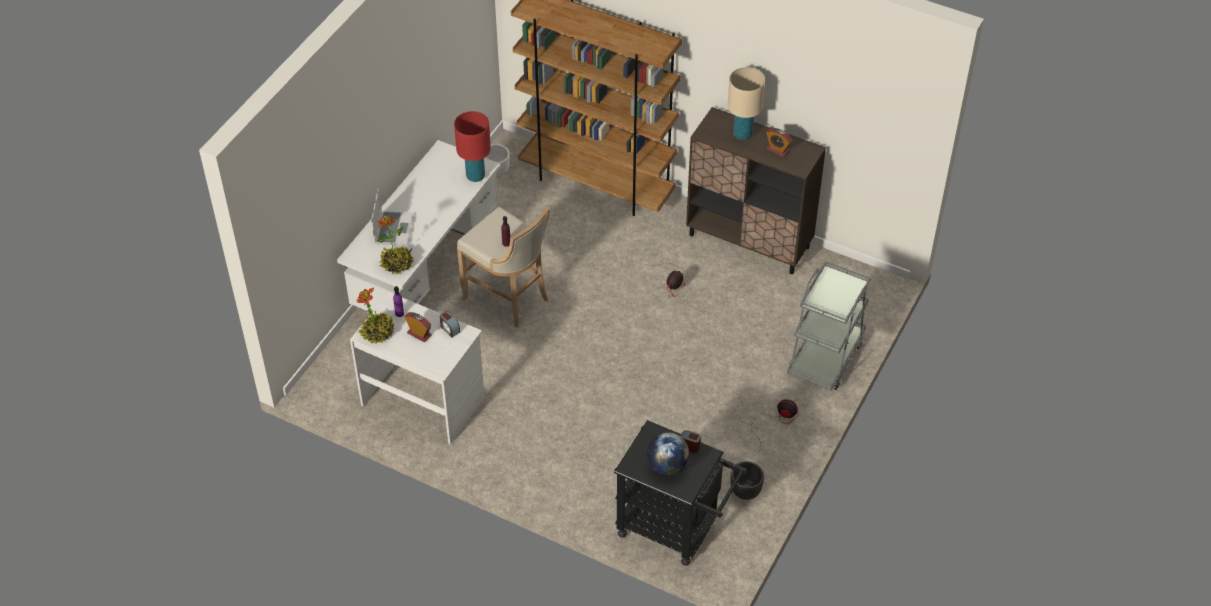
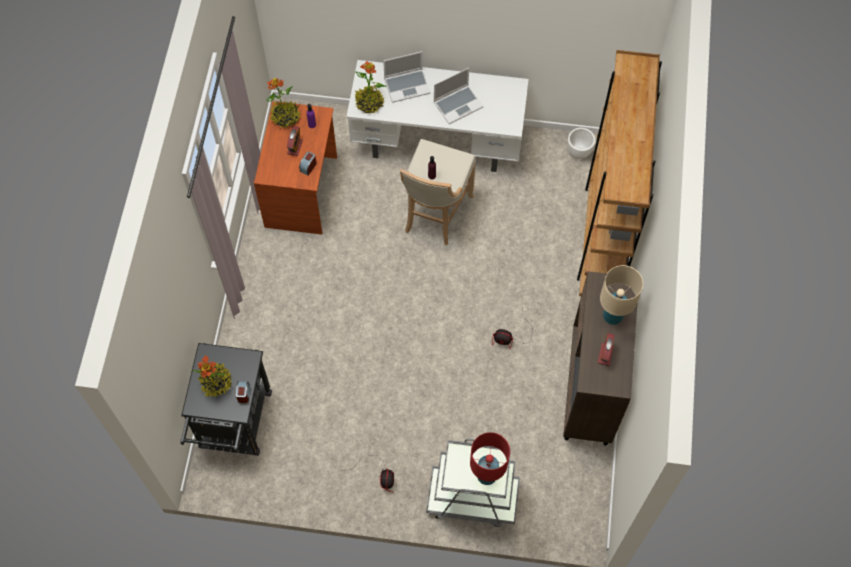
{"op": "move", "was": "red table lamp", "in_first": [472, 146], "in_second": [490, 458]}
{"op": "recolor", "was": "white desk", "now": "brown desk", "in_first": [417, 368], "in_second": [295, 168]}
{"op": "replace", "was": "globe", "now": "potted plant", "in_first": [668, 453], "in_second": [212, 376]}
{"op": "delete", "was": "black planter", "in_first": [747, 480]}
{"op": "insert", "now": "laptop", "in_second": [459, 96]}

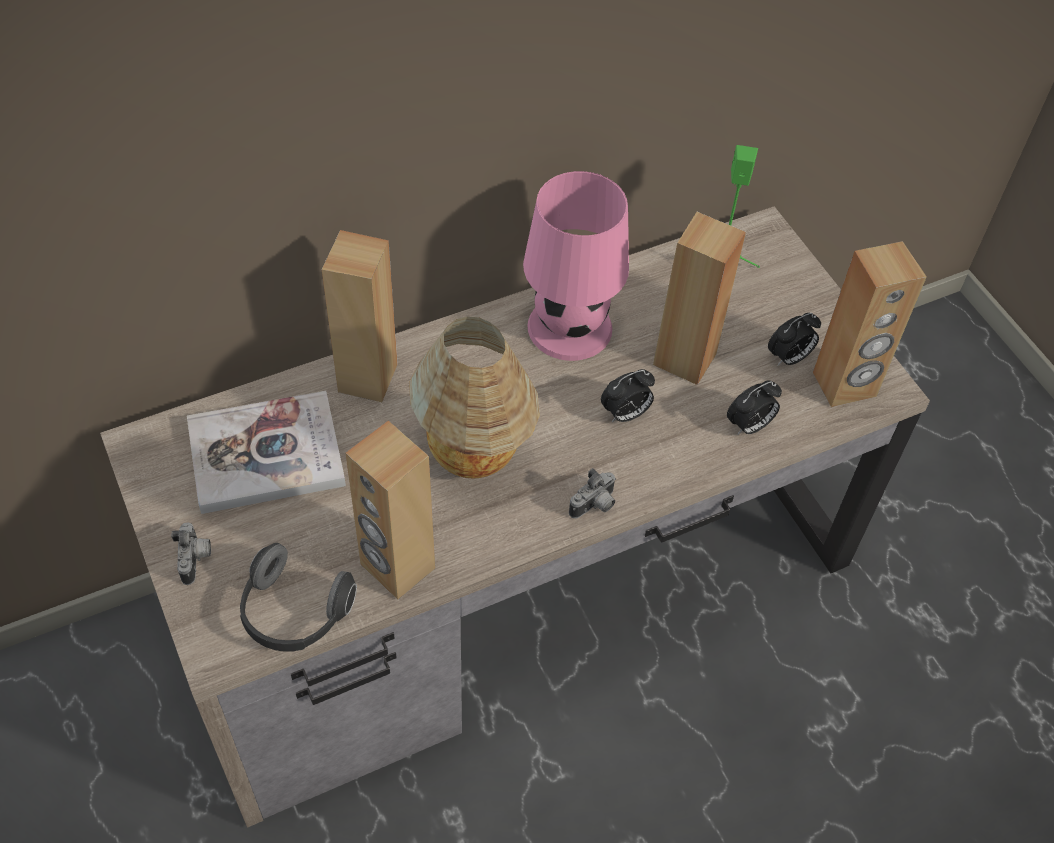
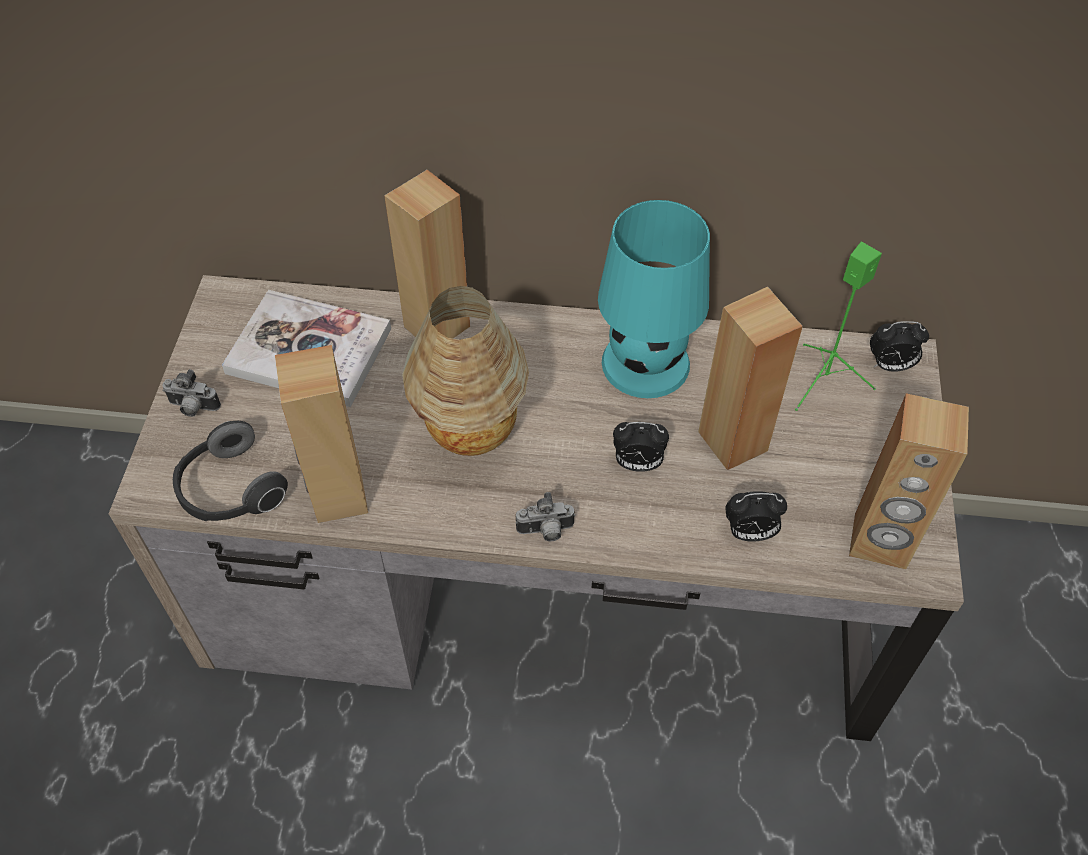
{"op": "recolor", "was": "pink table lamp", "now": "turquoise table lamp", "in_first": [576, 266], "in_second": [654, 299]}
{"op": "move", "was": "alarm clock", "in_first": [794, 339], "in_second": [899, 346]}
{"op": "rotate", "was": "photo camera", "in_first": [191, 554], "in_second": [192, 393], "clockwise": 75}

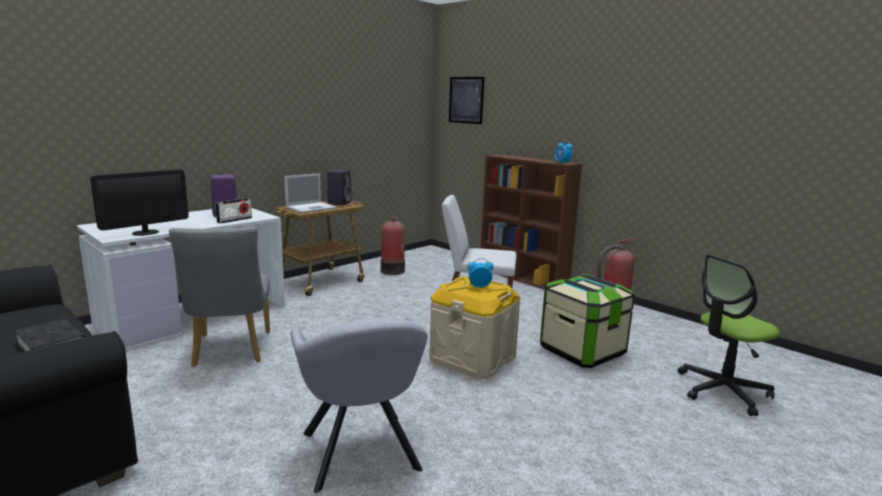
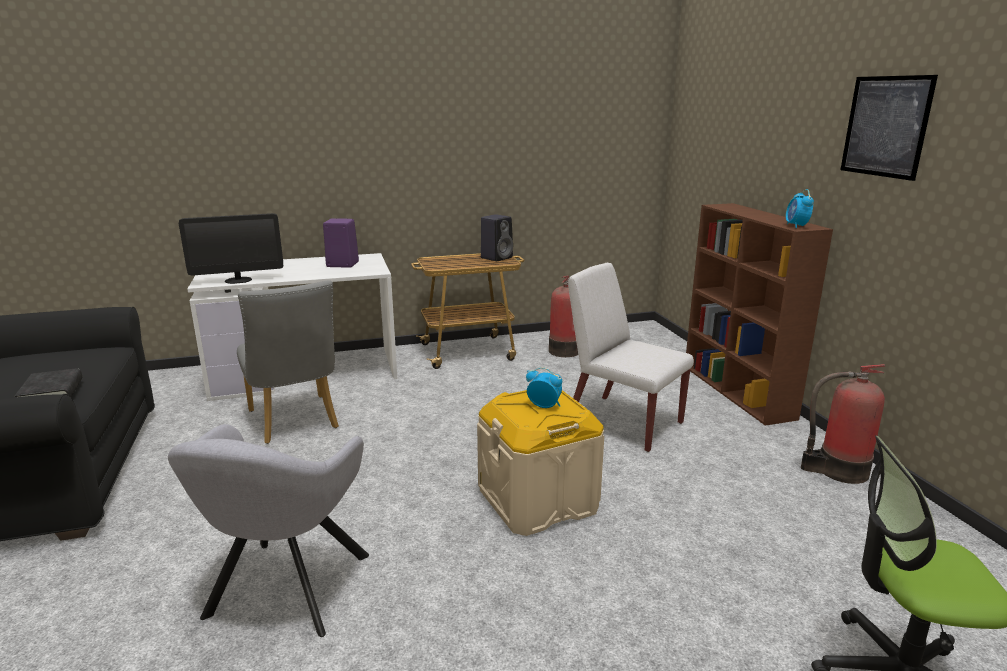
{"op": "move", "was": "picture", "in_first": [466, 100], "in_second": [889, 128]}
{"op": "delete", "was": "laptop", "in_first": [310, 193]}
{"op": "delete", "was": "radio", "in_first": [233, 211]}
{"op": "rotate", "was": "grey chair", "in_first": [219, 297], "in_second": [288, 362], "clockwise": -45}
{"op": "delete", "was": "storage box", "in_first": [587, 321]}

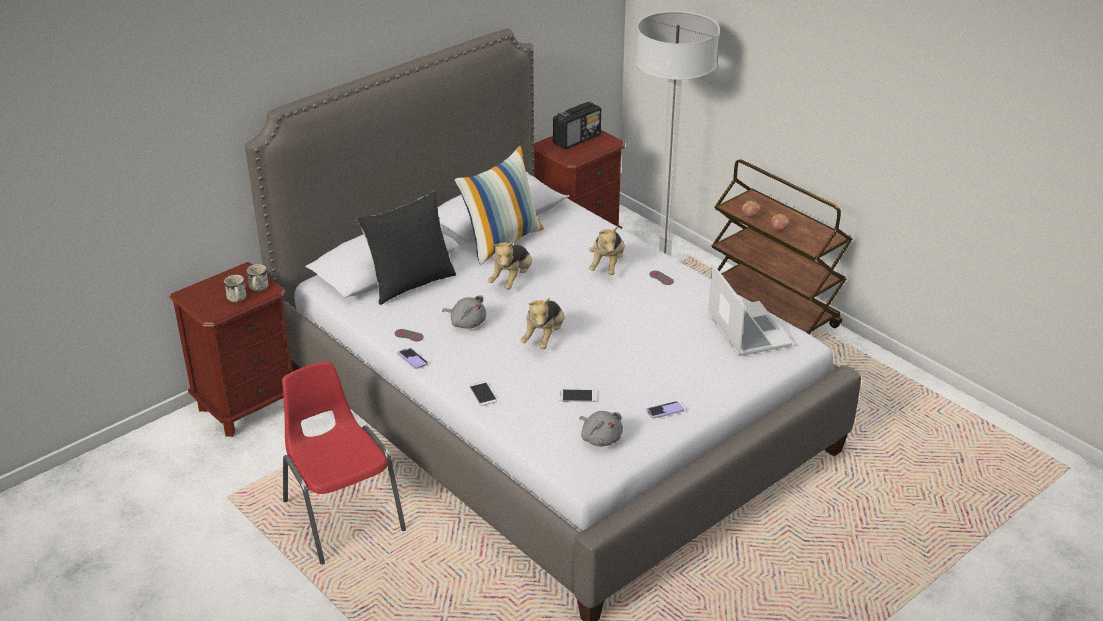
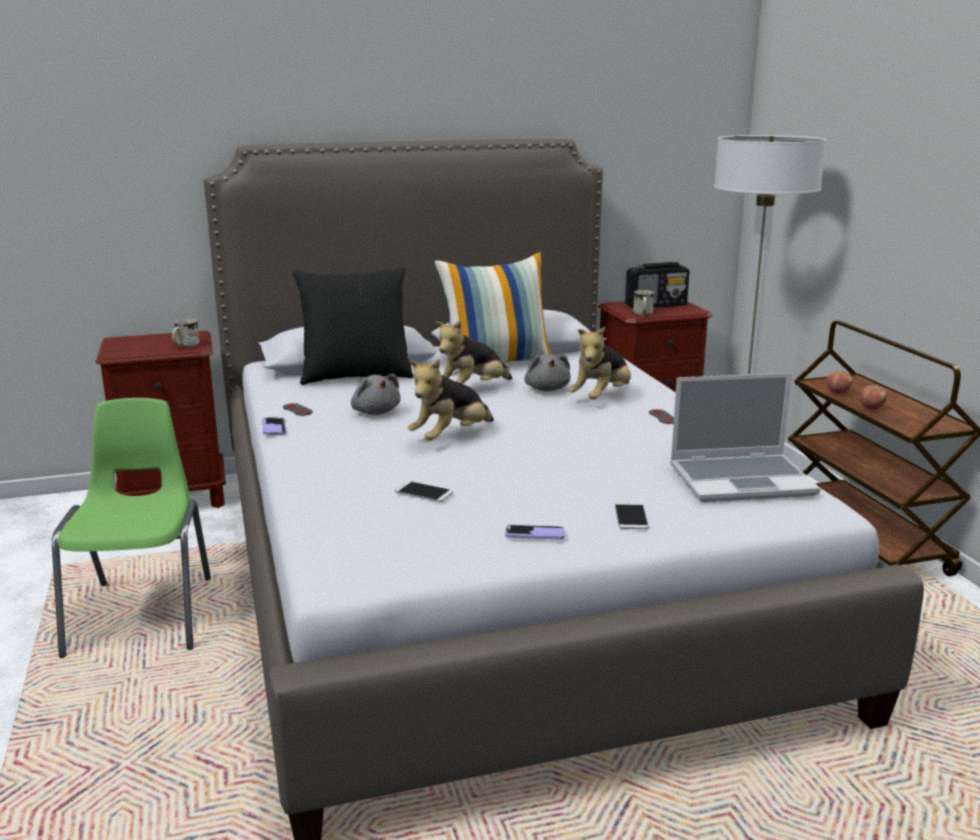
{"op": "rotate", "was": "laptop", "in_first": [749, 310], "in_second": [745, 437], "clockwise": 75}
{"op": "move", "was": "white mug", "in_first": [235, 288], "in_second": [643, 302]}
{"op": "recolor", "was": "red chair", "now": "green chair", "in_first": [344, 463], "in_second": [131, 528]}
{"op": "move", "was": "phone", "in_first": [483, 393], "in_second": [631, 516]}
{"op": "move", "was": "grey plush toy", "in_first": [601, 429], "in_second": [547, 372]}

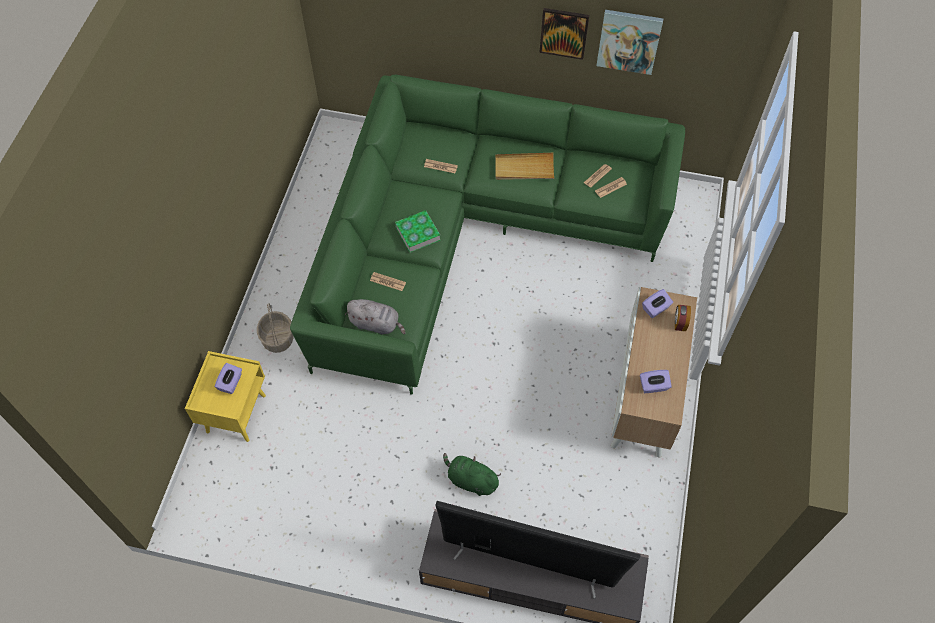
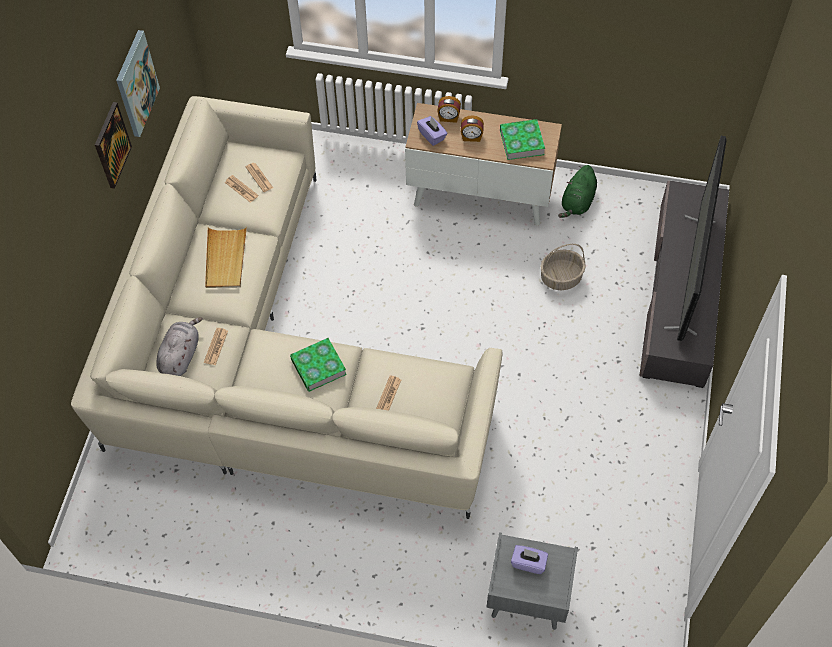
{"op": "recolor", "was": "green sofa", "now": "beige sofa", "in_first": [487, 235], "in_second": [286, 307]}
{"op": "move", "was": "grey plush toy", "in_first": [375, 317], "in_second": [179, 346]}
{"op": "move", "was": "basket", "in_first": [275, 328], "in_second": [563, 267]}
{"op": "recolor", "was": "yellow nightstand", "now": "grey nightstand", "in_first": [225, 396], "in_second": [532, 581]}
{"op": "replace", "was": "purple tissue box", "now": "book", "in_first": [656, 381], "in_second": [522, 139]}
{"op": "move", "was": "green plush toy", "in_first": [472, 474], "in_second": [577, 191]}
{"op": "insert", "now": "alarm clock", "in_second": [472, 128]}

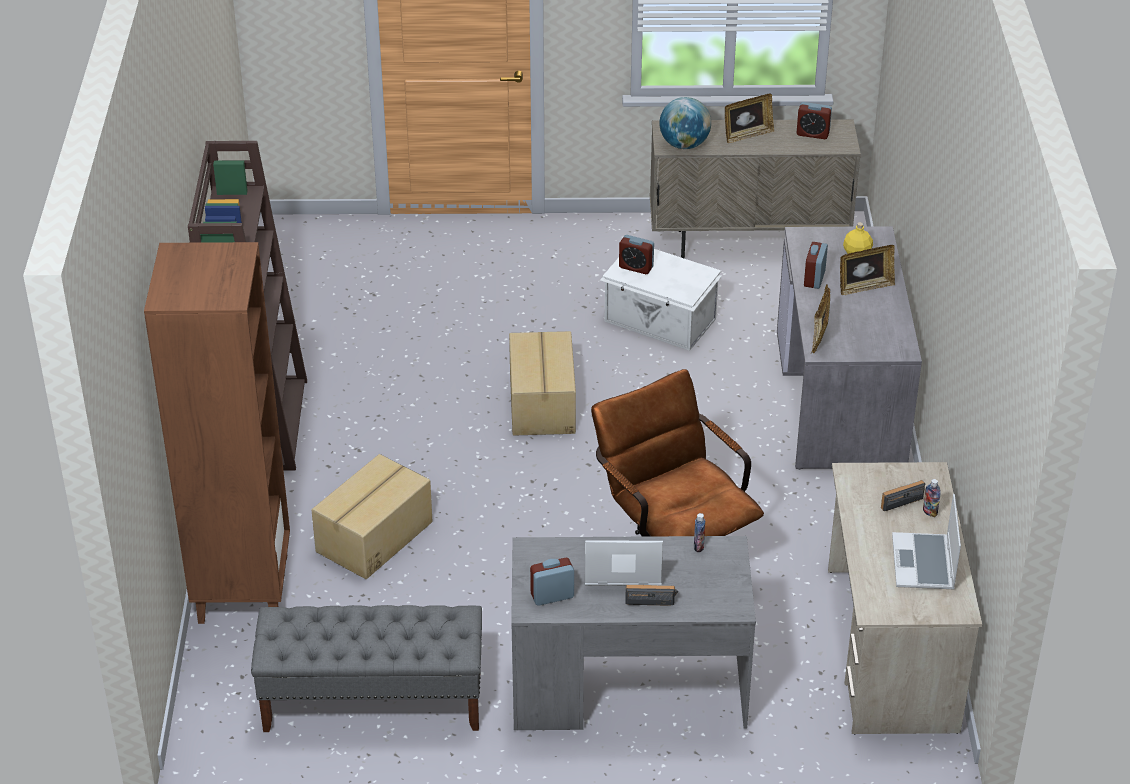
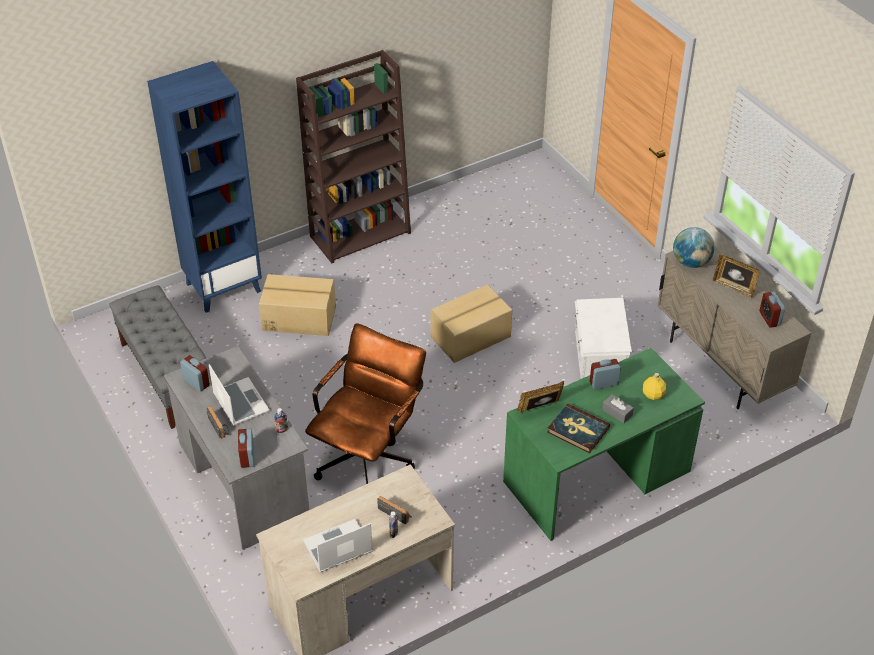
{"op": "recolor", "was": "grey desk", "now": "green desk", "in_first": [849, 347], "in_second": [604, 444]}
{"op": "move", "was": "alarm clock", "in_first": [636, 254], "in_second": [246, 448]}
{"op": "recolor", "was": "brown bookcase", "now": "blue bookcase", "in_first": [217, 433], "in_second": [204, 187]}
{"op": "replace", "was": "picture frame", "now": "grey tissue box", "in_first": [867, 270], "in_second": [618, 408]}
{"op": "insert", "now": "book", "in_second": [578, 428]}

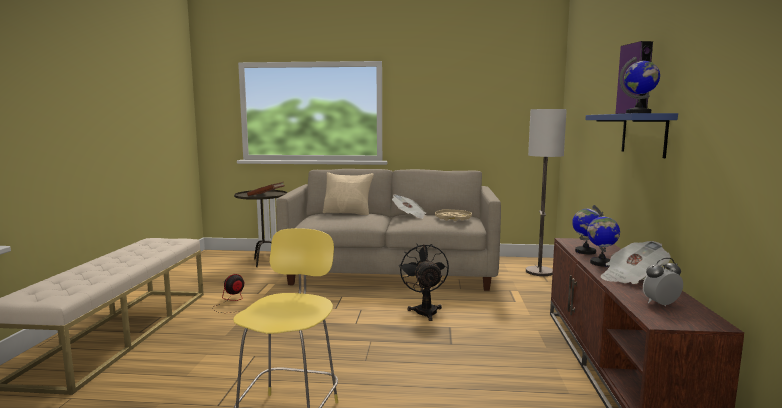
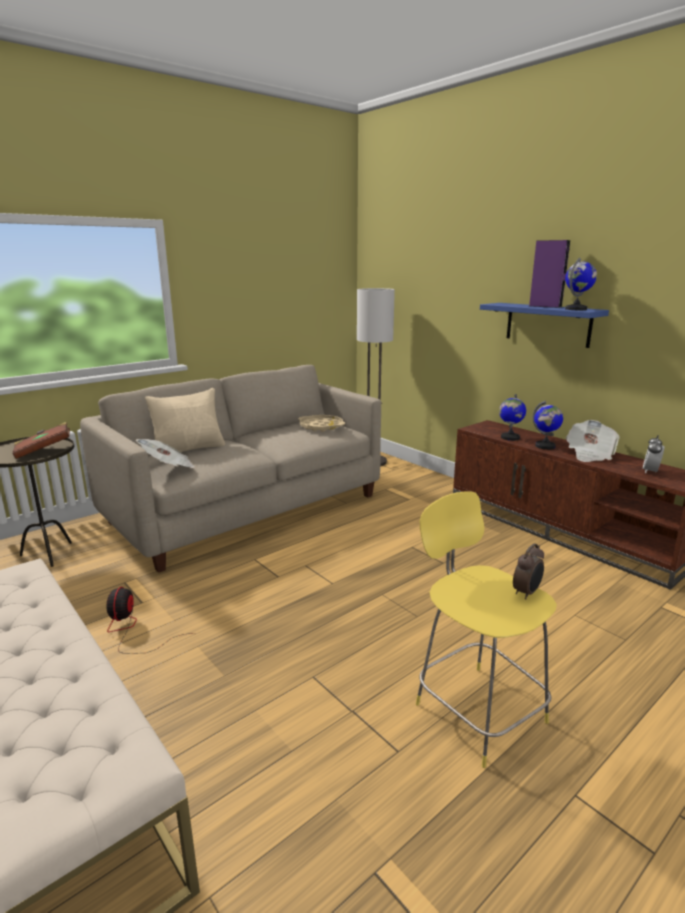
{"op": "move", "was": "newspaper", "in_first": [409, 206], "in_second": [165, 453]}
{"op": "delete", "was": "black fan", "in_first": [424, 282]}
{"op": "insert", "now": "alarm clock", "in_second": [528, 571]}

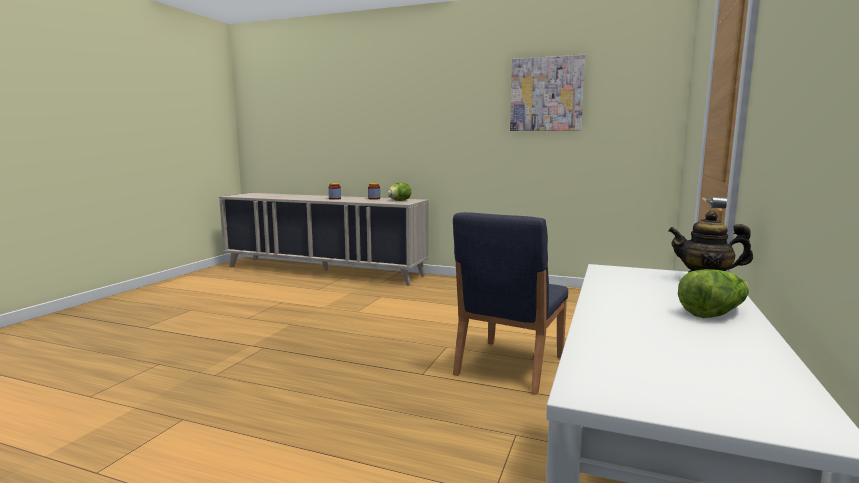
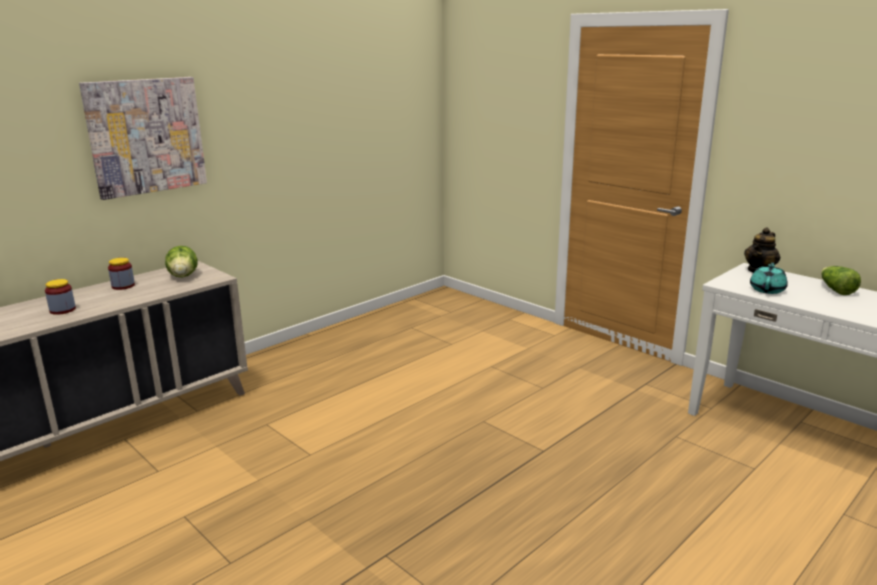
{"op": "move", "was": "picture", "in_first": [548, 93], "in_second": [143, 138]}
{"op": "delete", "was": "blue chair", "in_first": [510, 303]}
{"op": "insert", "now": "turquoise teapot", "in_second": [769, 278]}

